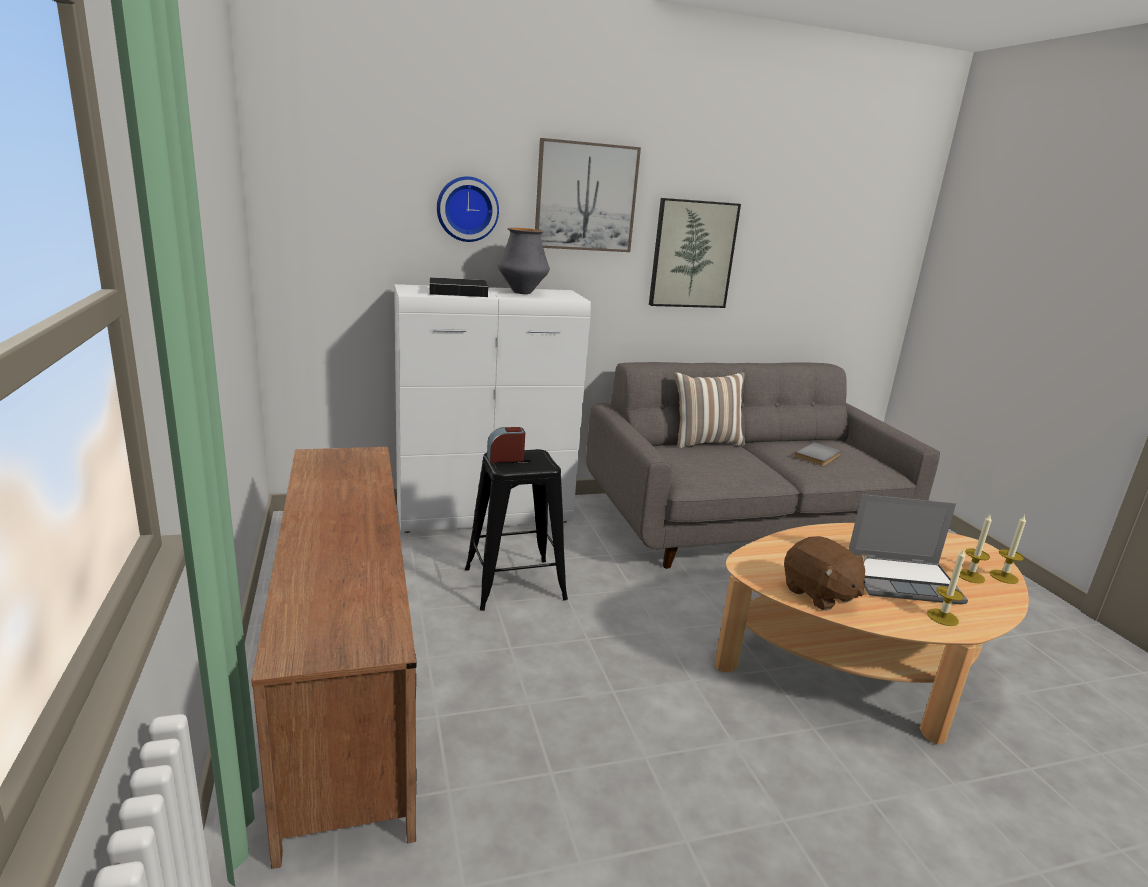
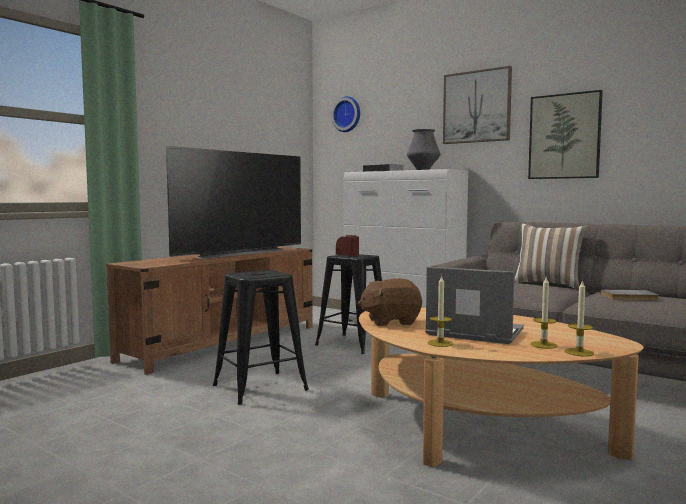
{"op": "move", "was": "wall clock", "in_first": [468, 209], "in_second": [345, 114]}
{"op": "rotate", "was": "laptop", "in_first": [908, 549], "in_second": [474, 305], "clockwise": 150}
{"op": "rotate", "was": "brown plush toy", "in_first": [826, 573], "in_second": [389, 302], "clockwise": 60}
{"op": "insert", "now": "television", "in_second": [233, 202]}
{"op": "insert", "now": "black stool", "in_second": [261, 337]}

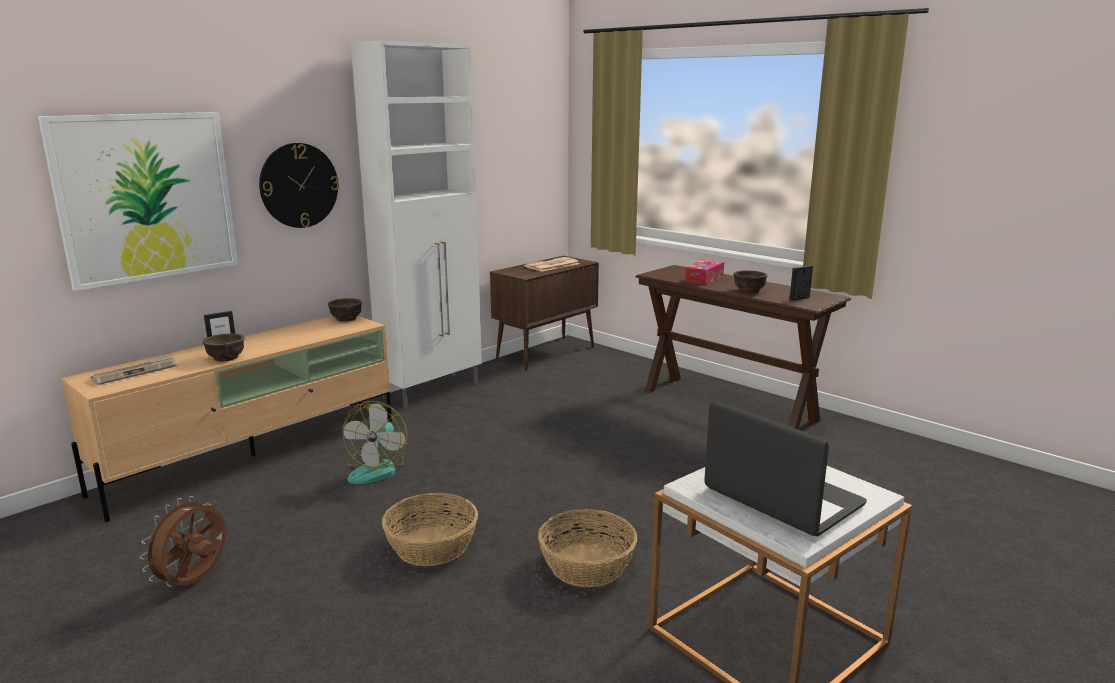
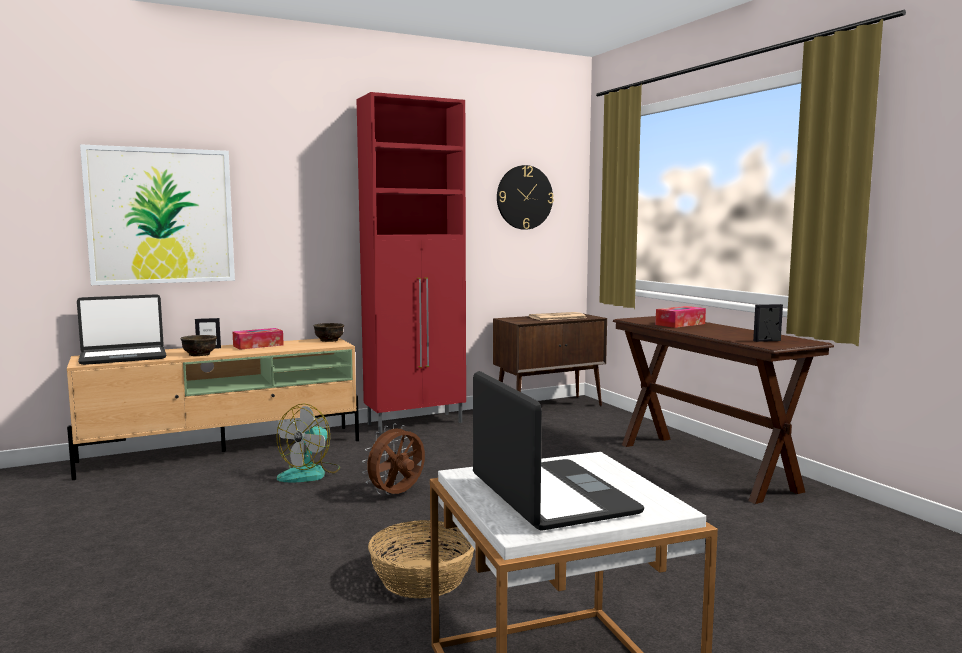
{"op": "recolor", "was": "white cabinet", "now": "red cabinet", "in_first": [416, 224], "in_second": [411, 263]}
{"op": "move", "was": "wall clock", "in_first": [299, 185], "in_second": [525, 197]}
{"op": "delete", "was": "brown bowl", "in_first": [751, 281]}
{"op": "replace", "was": "newspaper", "now": "laptop", "in_first": [134, 369], "in_second": [121, 329]}
{"op": "delete", "was": "basket", "in_first": [430, 529]}
{"op": "move", "was": "brown fan", "in_first": [183, 541], "in_second": [393, 459]}
{"op": "insert", "now": "tissue box", "in_second": [258, 339]}

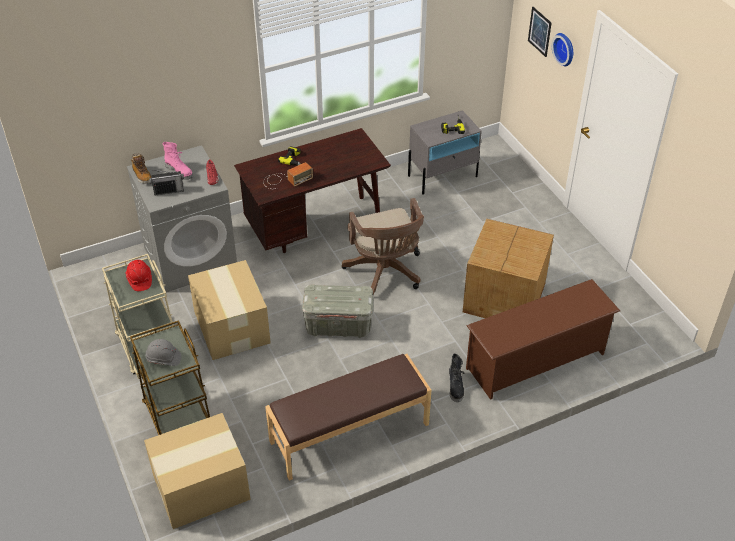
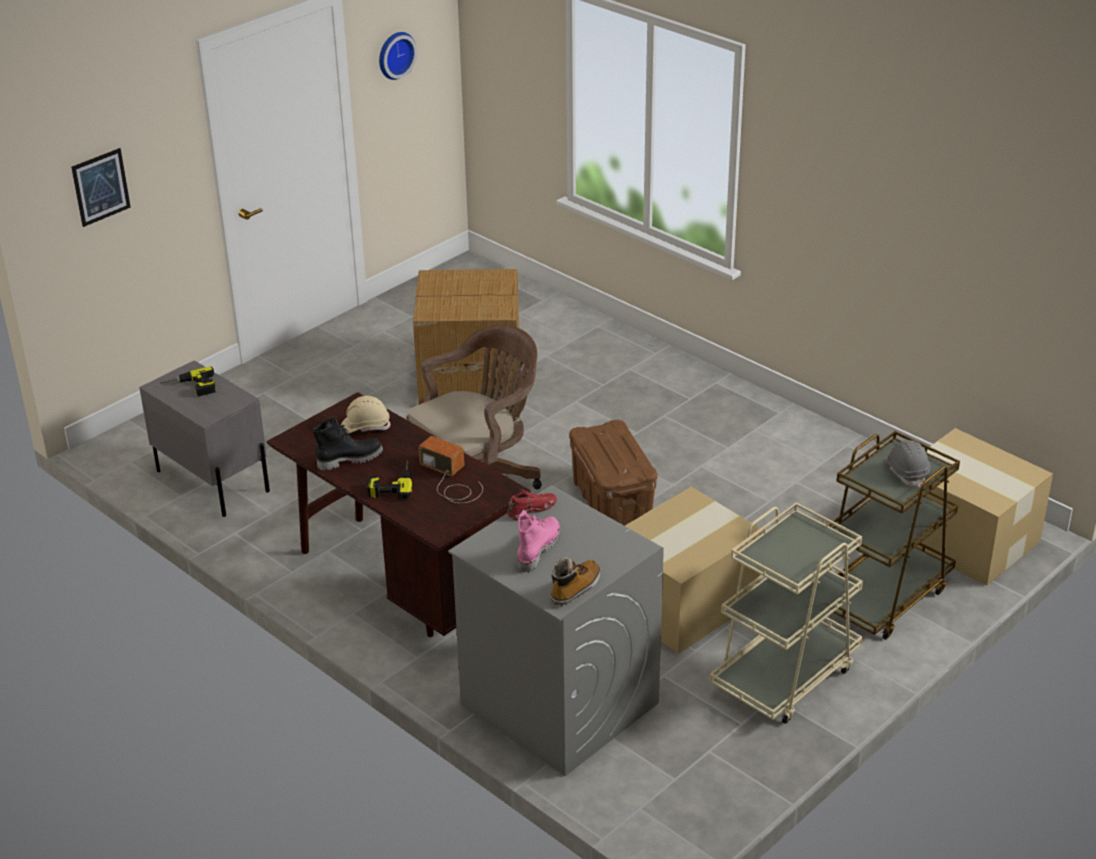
{"op": "move", "was": "wall clock", "in_first": [562, 49], "in_second": [398, 56]}
{"op": "delete", "was": "radio", "in_first": [166, 182]}
{"op": "delete", "was": "red hard hat", "in_first": [138, 275]}
{"op": "delete", "was": "brown shoe rack", "in_first": [543, 339]}
{"op": "recolor", "was": "grey storage box", "now": "brown storage box", "in_first": [338, 311], "in_second": [613, 473]}
{"op": "move", "was": "black boot", "in_first": [456, 377], "in_second": [348, 444]}
{"op": "delete", "was": "brown bench", "in_first": [348, 417]}
{"op": "insert", "now": "beige hard hat", "in_second": [365, 414]}

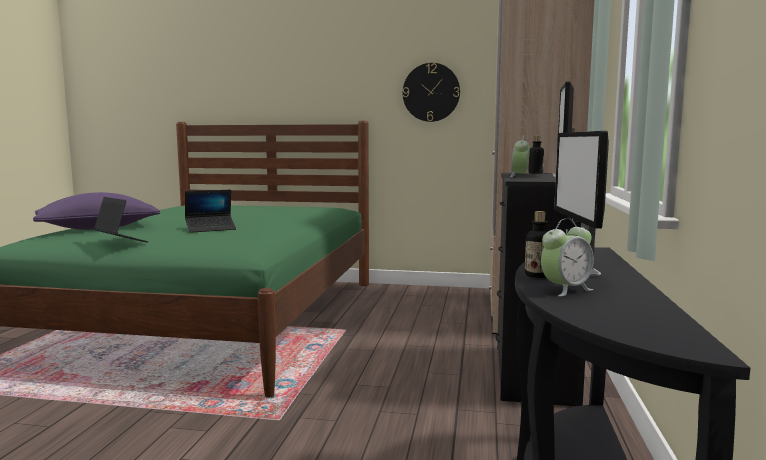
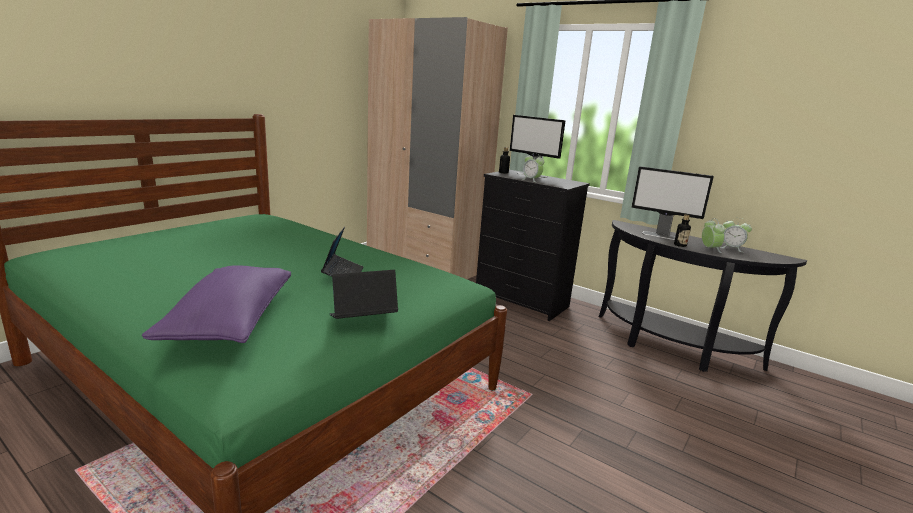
{"op": "delete", "was": "wall clock", "in_first": [431, 92]}
{"op": "insert", "now": "alarm clock", "in_second": [735, 235]}

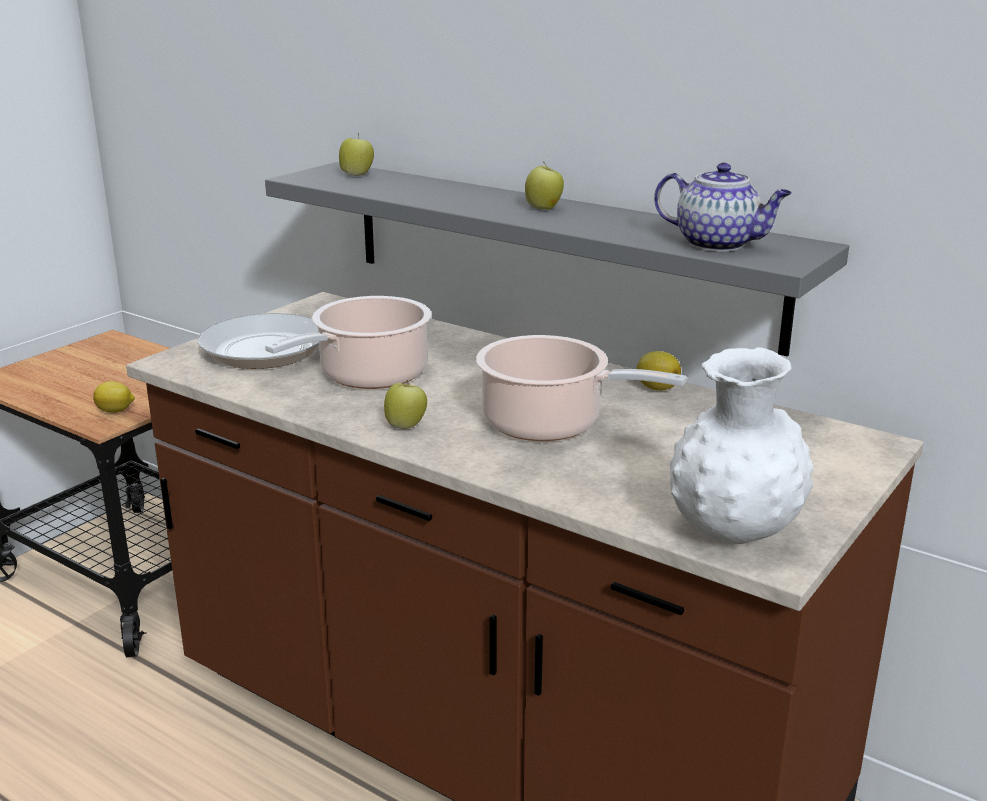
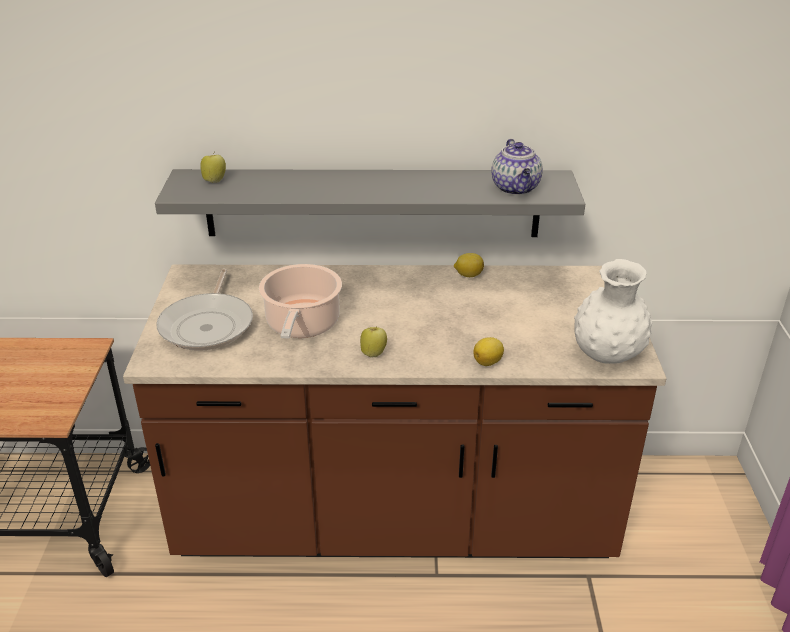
{"op": "delete", "was": "apple", "in_first": [544, 185]}
{"op": "rotate", "was": "teapot", "in_first": [723, 207], "in_second": [517, 167], "clockwise": 90}
{"op": "delete", "was": "cooking pot", "in_first": [581, 388]}
{"op": "move", "was": "lemon", "in_first": [114, 397], "in_second": [488, 351]}

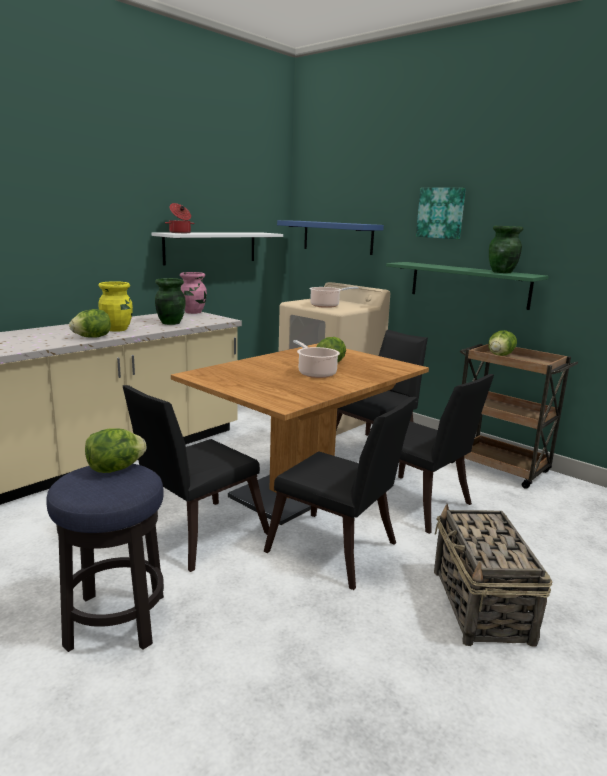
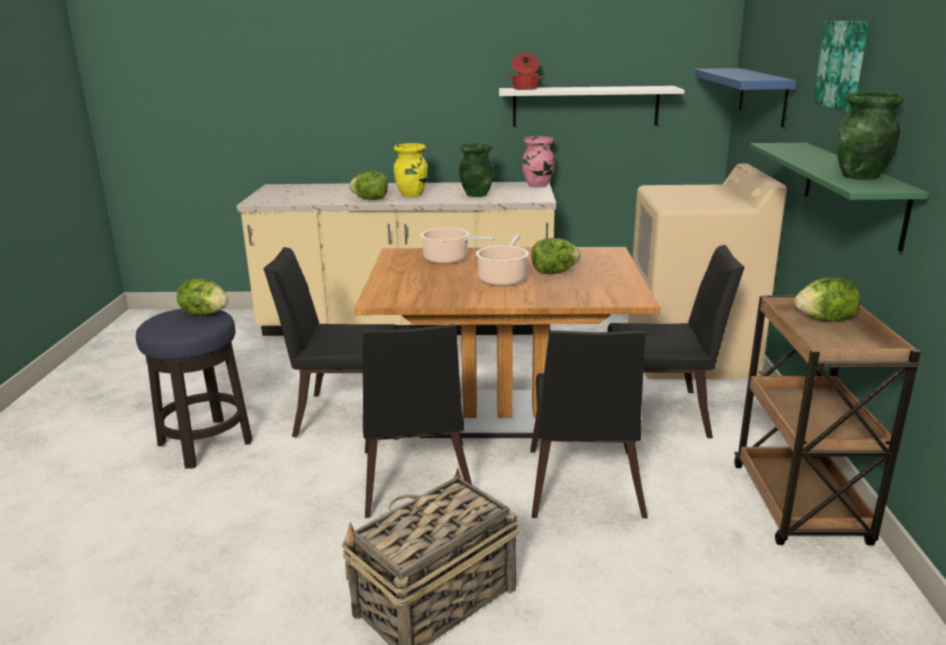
{"op": "move", "was": "cooking pot", "in_first": [334, 297], "in_second": [457, 246]}

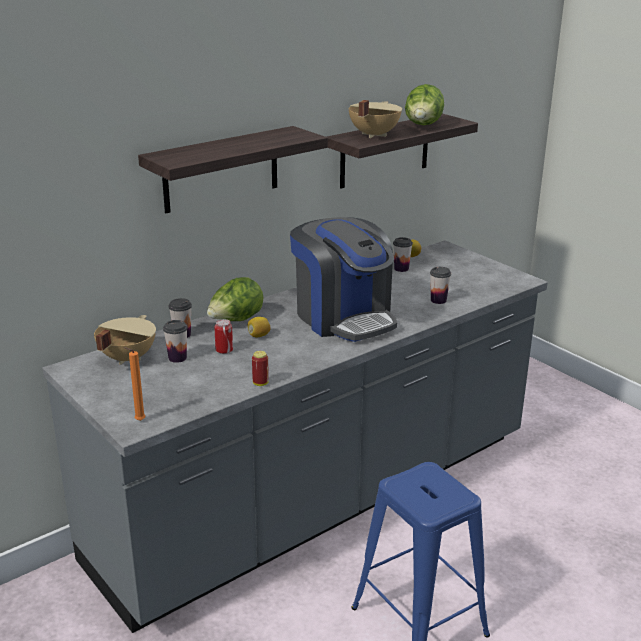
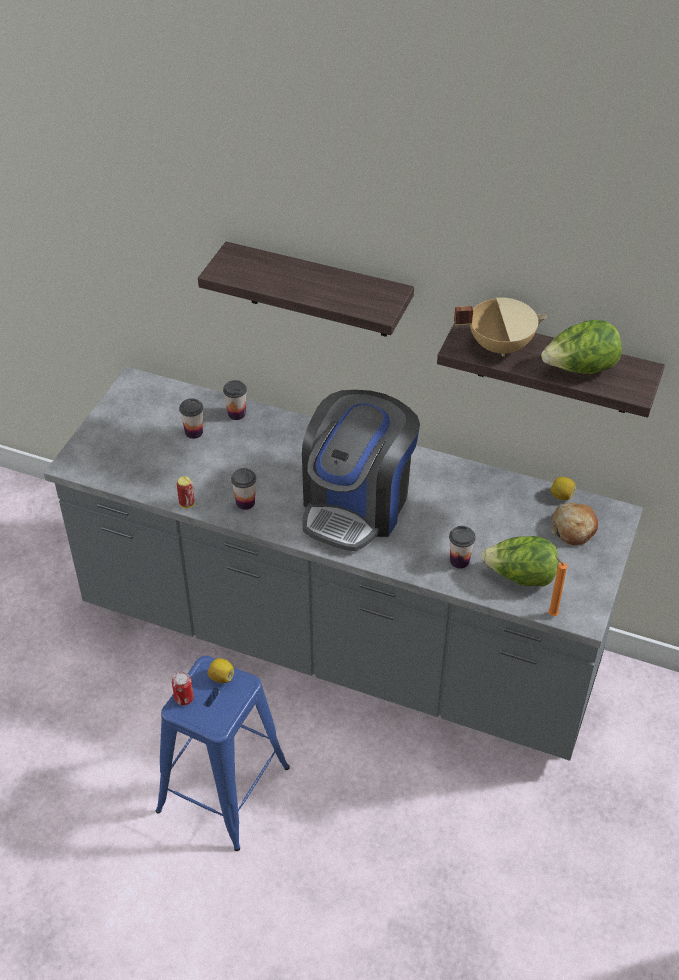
{"op": "move", "was": "cup", "in_first": [403, 254], "in_second": [243, 489]}
{"op": "move", "was": "lettuce", "in_first": [235, 299], "in_second": [519, 561]}
{"op": "delete", "was": "beige cooking pot", "in_first": [125, 340]}
{"op": "move", "was": "lemon", "in_first": [259, 327], "in_second": [221, 670]}
{"op": "move", "was": "can", "in_first": [223, 336], "in_second": [183, 688]}
{"op": "move", "was": "orange candle", "in_first": [134, 384], "in_second": [557, 586]}
{"op": "insert", "now": "bread", "in_second": [575, 524]}

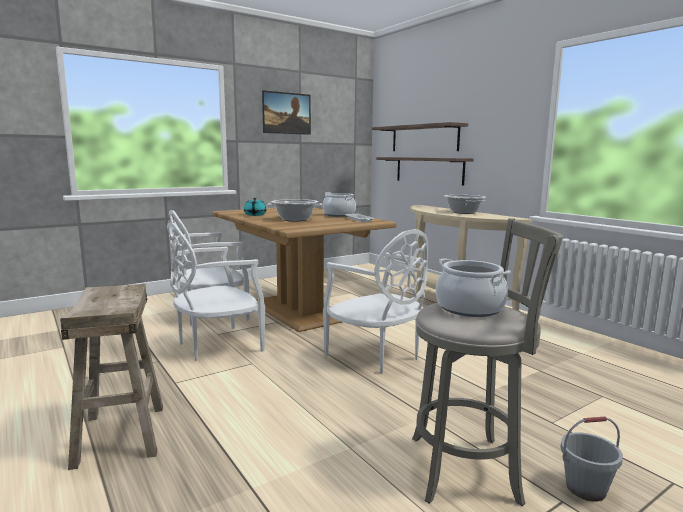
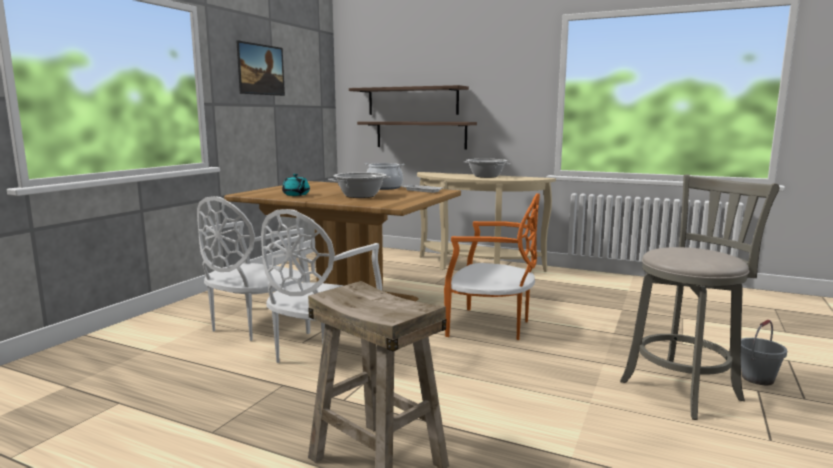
{"op": "recolor", "was": "white chair", "now": "orange chair", "in_first": [375, 301], "in_second": [492, 266]}
{"op": "delete", "was": "cooking pot", "in_first": [473, 287]}

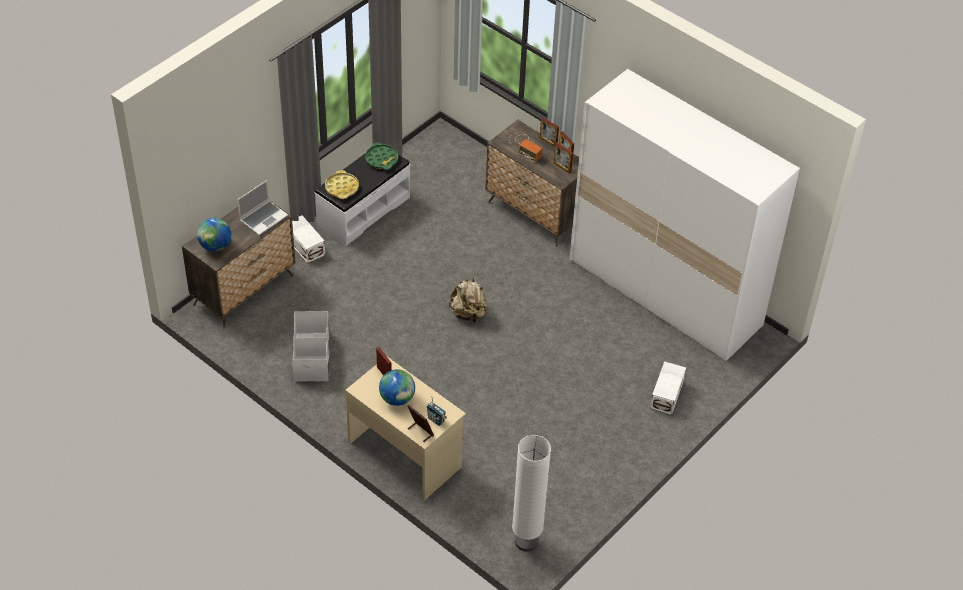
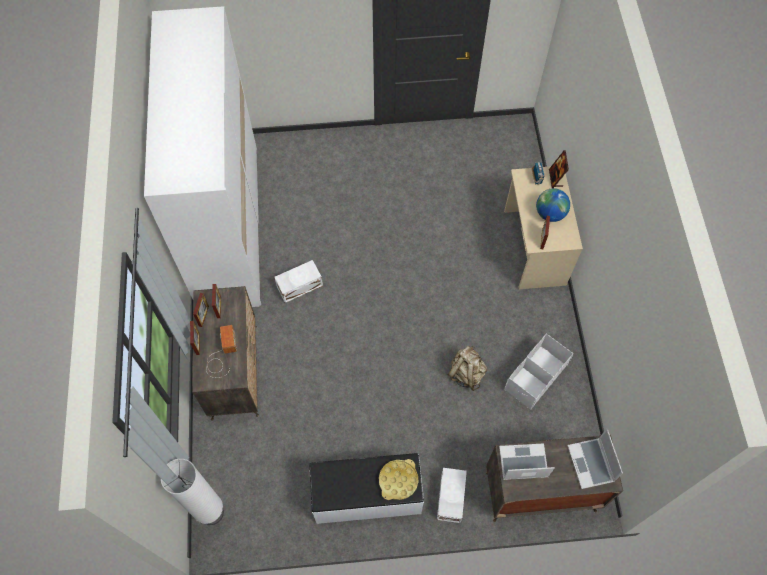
{"op": "delete", "was": "green tray", "in_first": [381, 156]}
{"op": "replace", "was": "globe", "now": "laptop", "in_first": [214, 235], "in_second": [595, 459]}
{"op": "move", "was": "beige backpack", "in_first": [468, 299], "in_second": [467, 368]}
{"op": "move", "was": "white storage box", "in_first": [668, 388], "in_second": [298, 281]}
{"op": "move", "was": "white floor lamp", "in_first": [531, 493], "in_second": [192, 492]}

